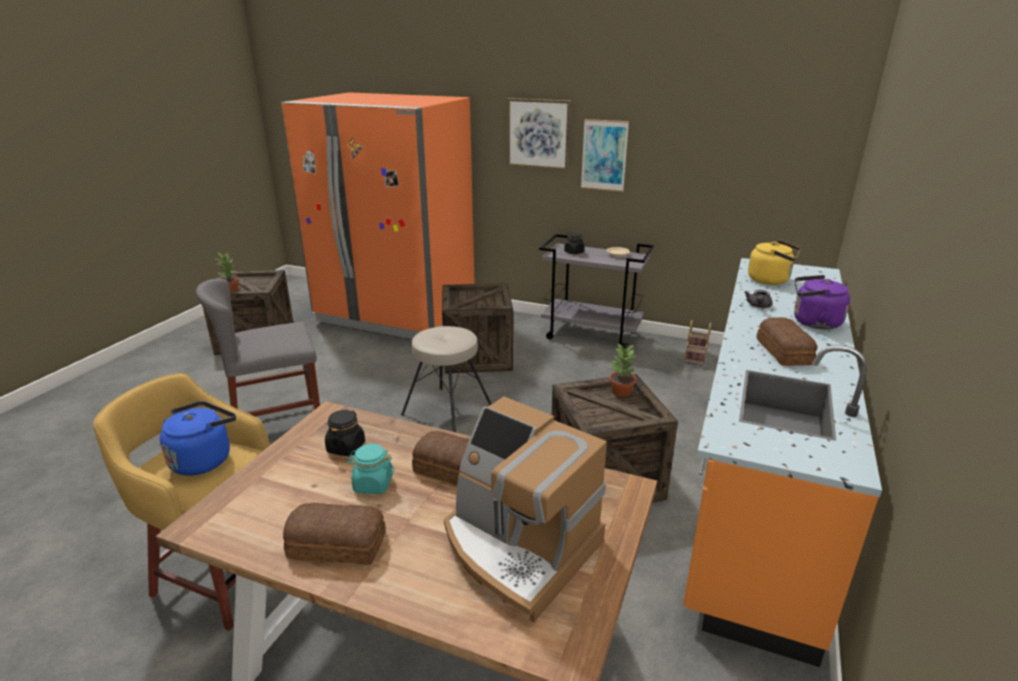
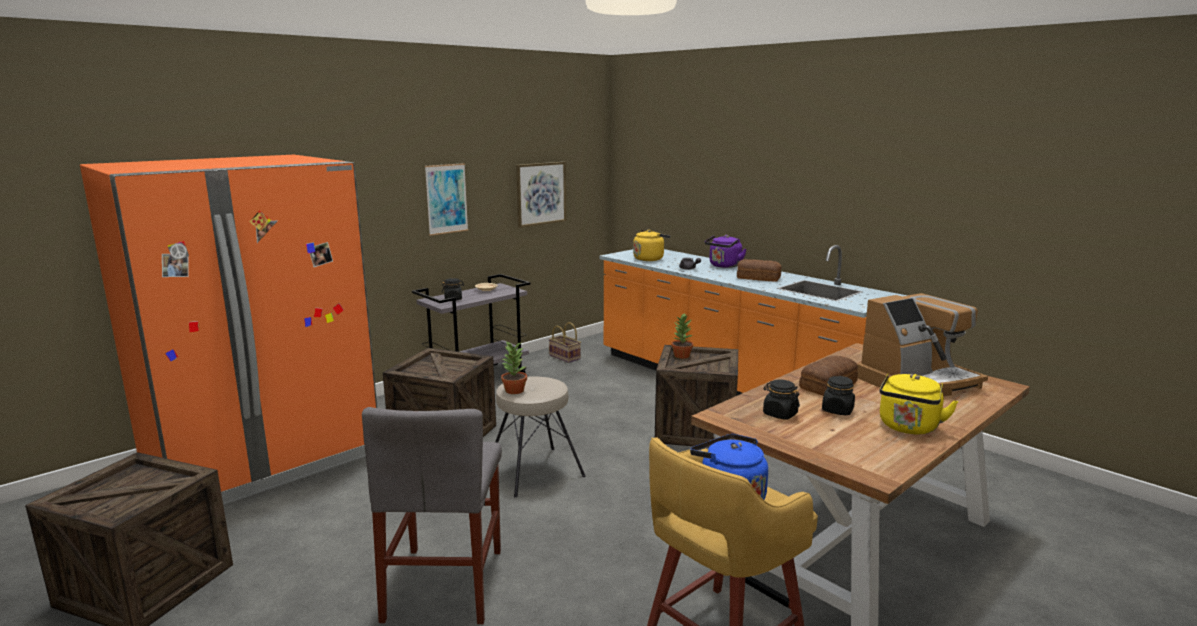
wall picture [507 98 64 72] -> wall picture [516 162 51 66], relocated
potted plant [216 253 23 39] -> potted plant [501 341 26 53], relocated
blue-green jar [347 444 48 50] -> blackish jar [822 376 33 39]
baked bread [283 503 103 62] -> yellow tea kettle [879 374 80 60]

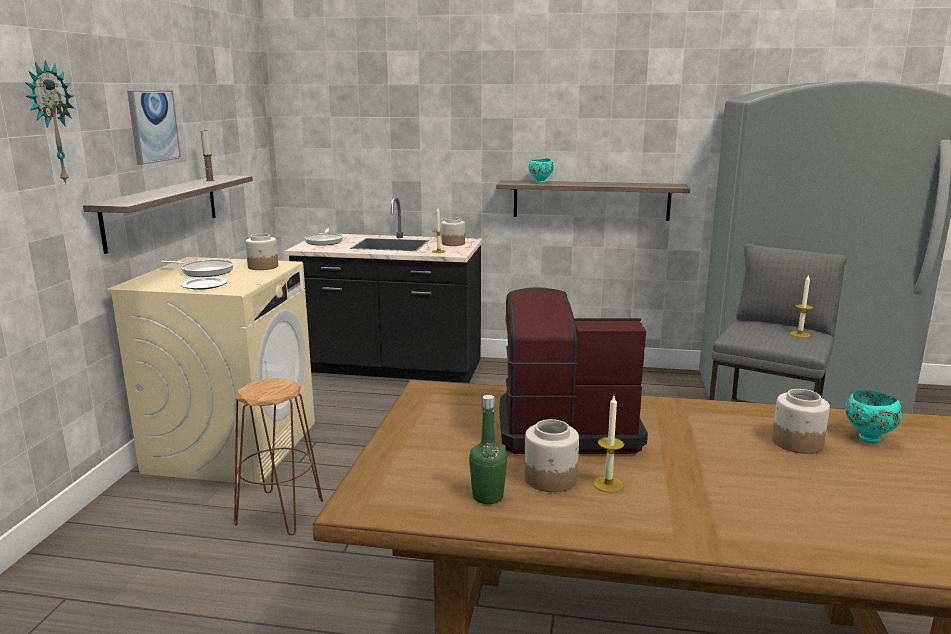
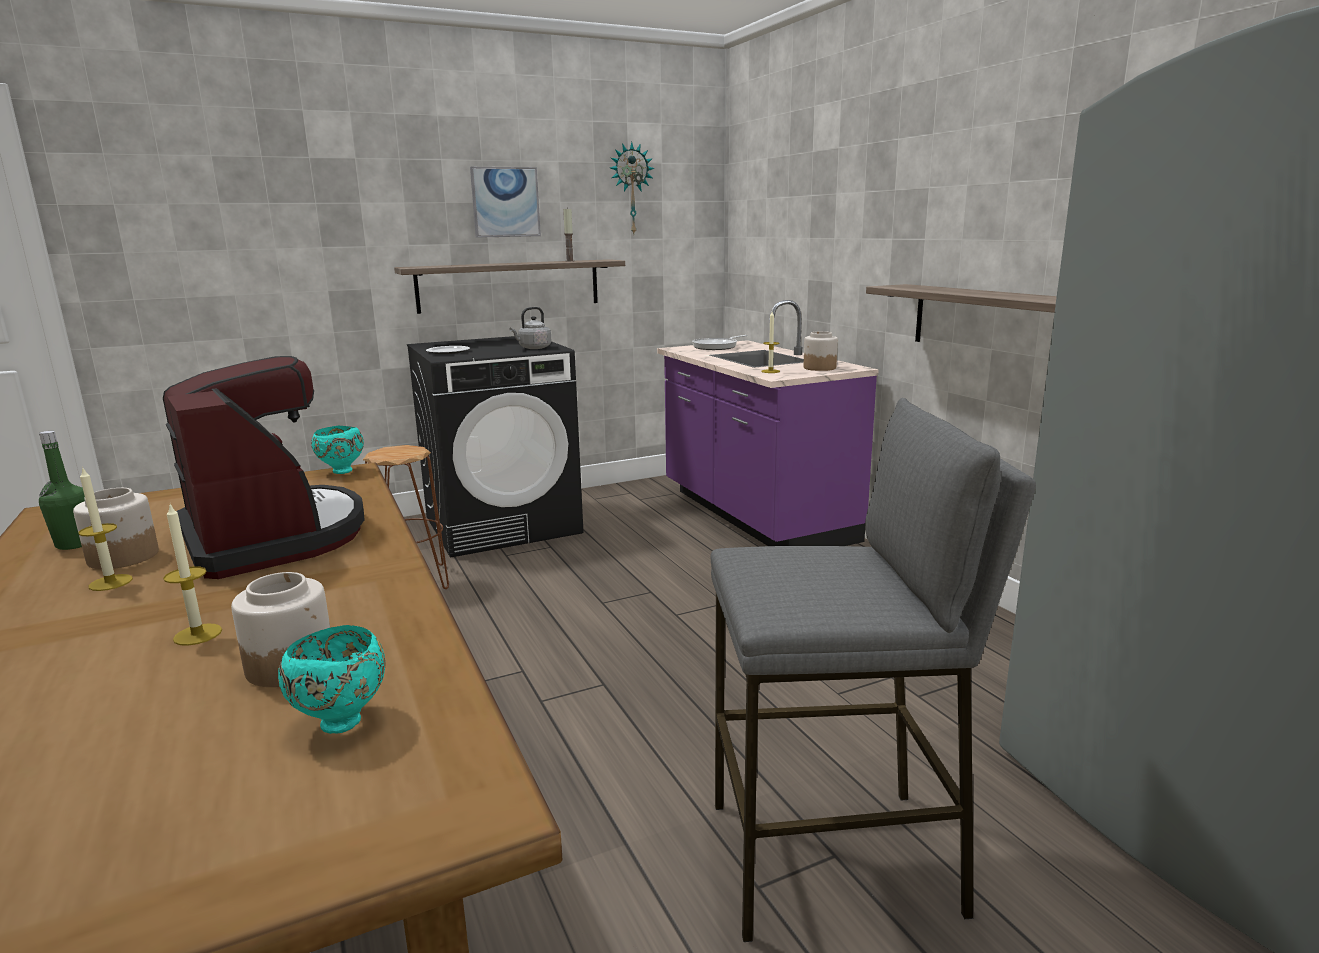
hanging clock [25 60 50 125] -> hanging clock [610 142 45 92], relocated
blue-green deep dish [529 158 25 25] -> blue-green deep dish [311 425 53 49], relocated
blackish kitchen base unit [285 197 198 186] -> purple-coloured kitchen base unit [657 300 222 246]
jar [245 233 33 37] -> gray tea kettle [510 307 42 42]
beige-coloured washing machine [106 257 209 228] -> blackish washing machine [407 336 176 222]
pan [161 260 73 17] -> none
wax light [790 274 23 64] -> wax light [163 504 59 142], relocated

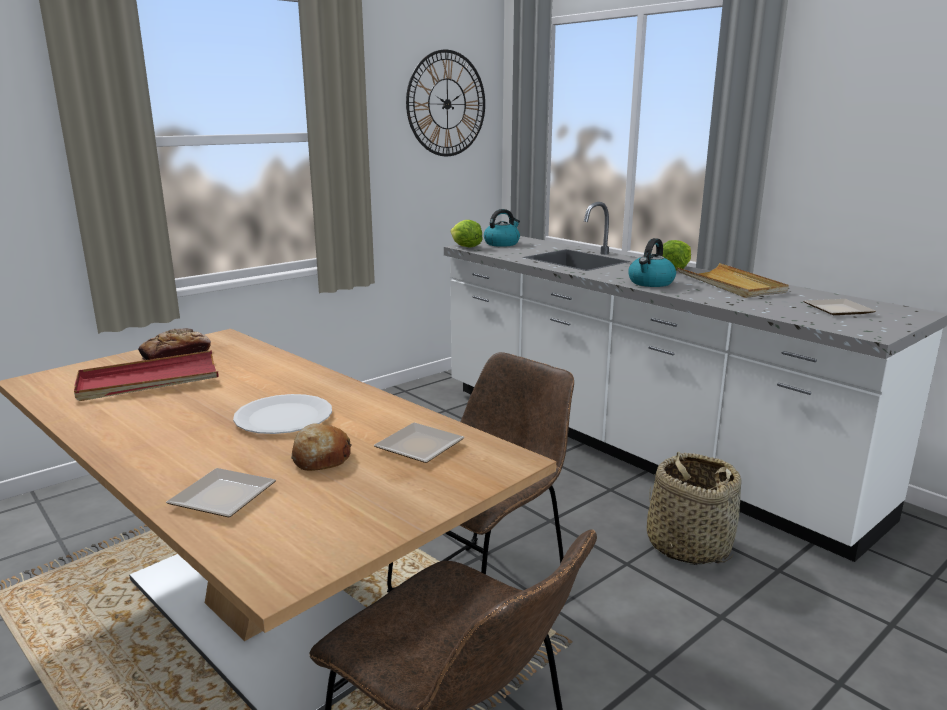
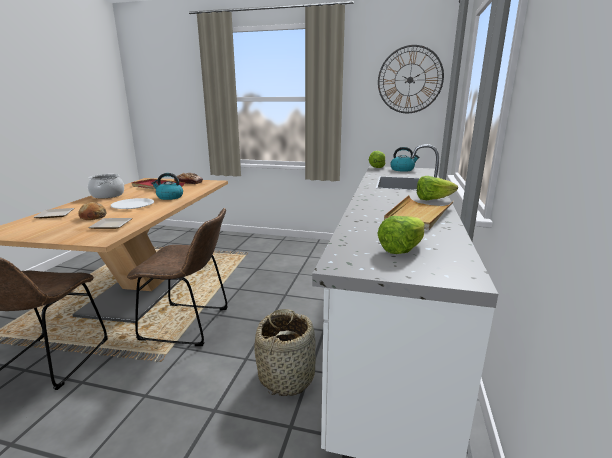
tea kettle [628 238 48 49] -> tea kettle [151 173 32 27], relocated
dinner plate [804 299 72 16] -> lettuce [377 216 47 38]
none -> stockpot [88 174 36 24]

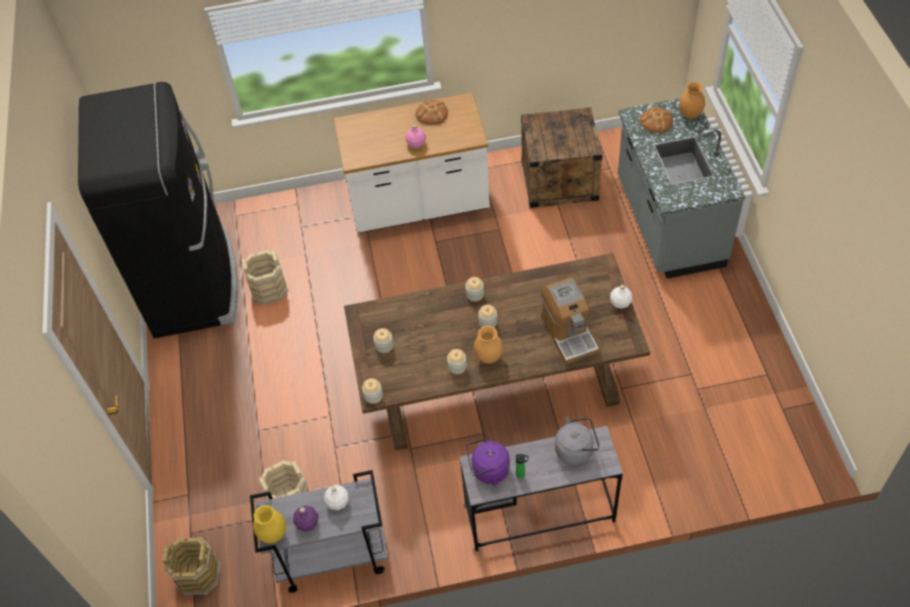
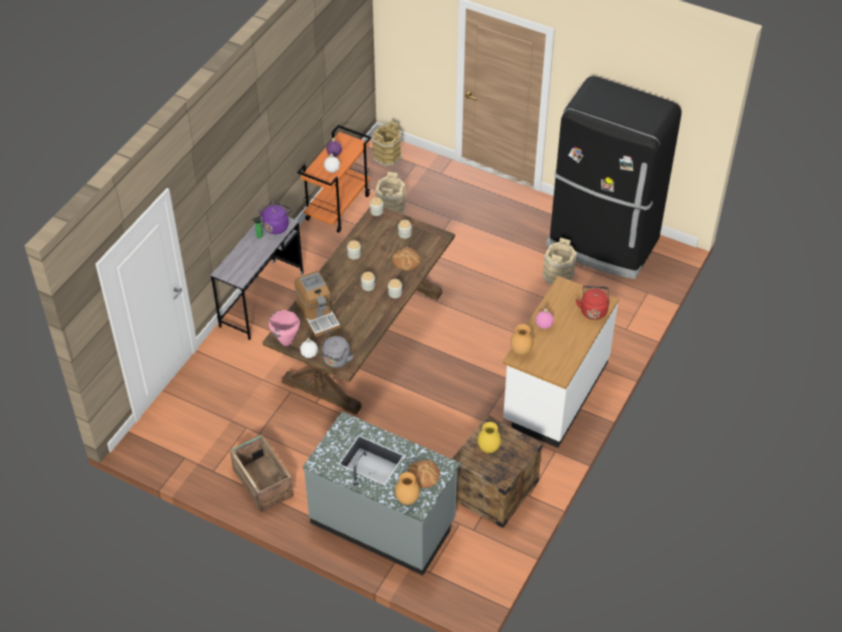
baked bread [415 100 33 24] -> baked bread [392 246 29 25], relocated
coffee maker [541 277 58 87] -> coffee maker [294 271 47 66], 135 degrees counterclockwise
brown-coloured flower vase [474 326 29 38] -> brown-coloured flower vase [510 324 23 32], relocated
gray tea kettle [555 417 45 49] -> gray tea kettle [317 336 37 32], relocated
gray wheeled cart [250 470 138 123] -> orange-coloured wheeled cart [297 125 74 108]
yellow flower vase [253 505 33 38] -> yellow flower vase [478 422 23 31], relocated
none -> reddish tea kettle [575 286 34 34]
none -> pink stockpot [269 310 31 36]
none -> crate [230 435 64 77]

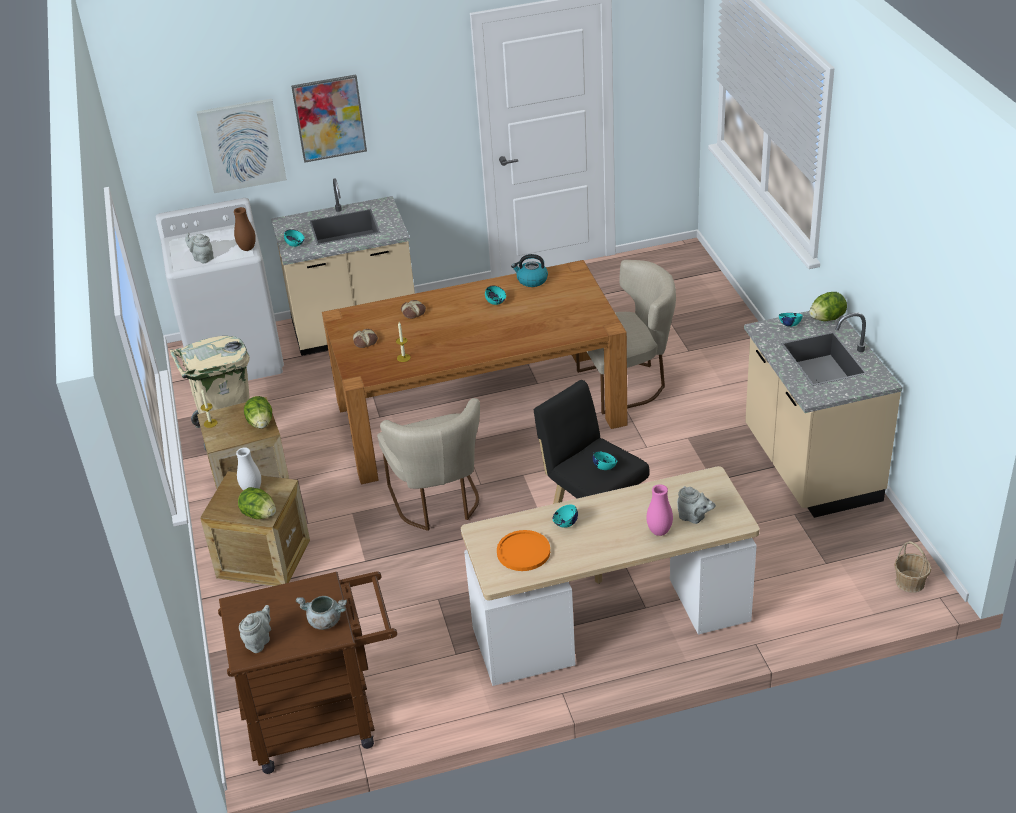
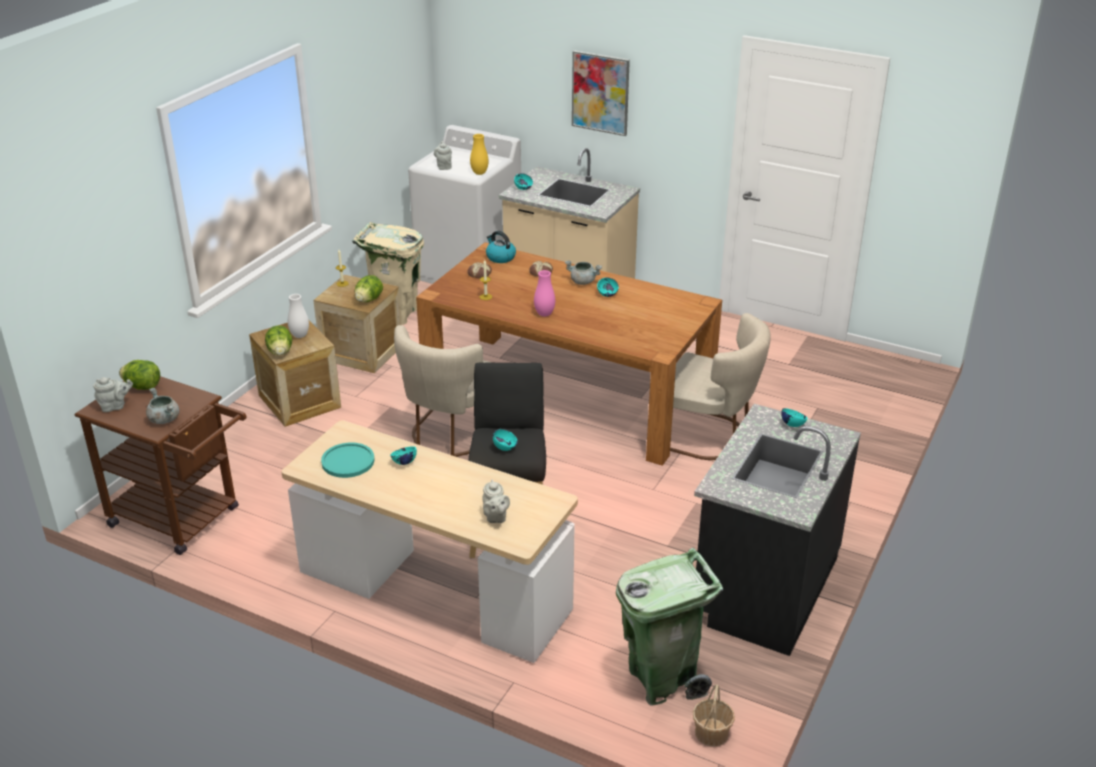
wall picture [196 99 91 94] -> none
brown-coloured flower vase [234 207 22 44] -> yellow flower vase [470 134 19 41]
tea kettle [511 254 37 33] -> tea kettle [486 231 30 32], relocated
lettuce [809 292 38 29] -> lettuce [119 360 41 30], relocated
beige-coloured kitchen base unit [744 311 158 207] -> blackish kitchen base unit [694 404 167 252]
pink flower vase [646 484 27 52] -> pink flower vase [534 270 21 47], relocated
orange-coloured dinner plate [497 530 53 41] -> blue-green dinner plate [321 442 54 36]
none -> gray stockpot [565 260 37 25]
none -> greenish rubbish bin [616 548 107 158]

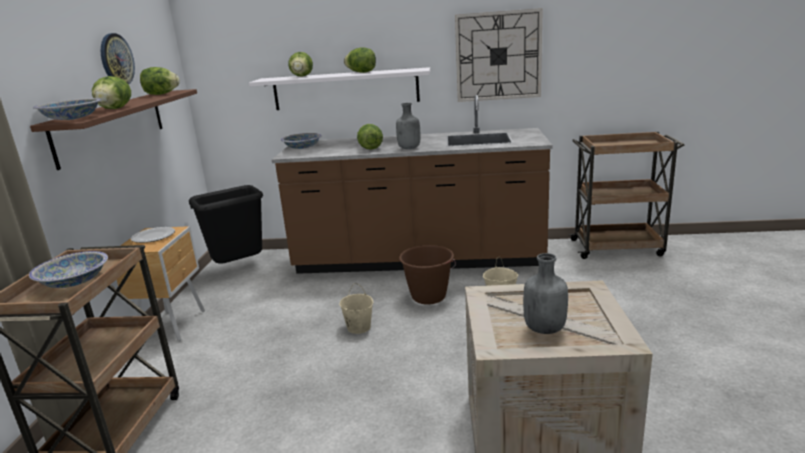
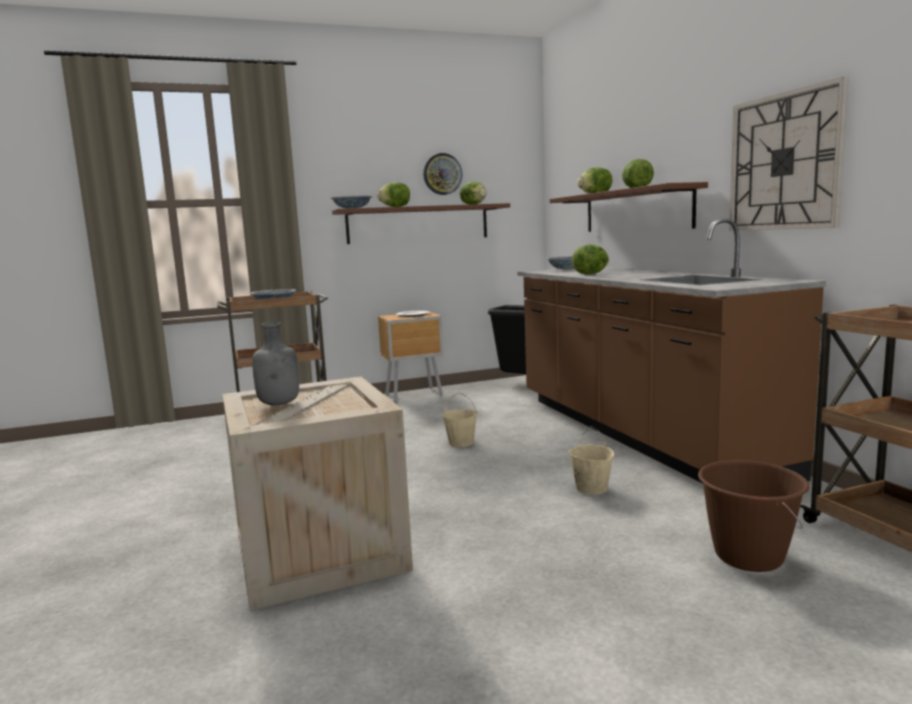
white-coloured bracket shelf [249 67 181 43] -> brown-coloured bracket shelf [550 182 158 50]
gray bottle [396 103 24 46] -> none
brown-coloured water bucket [399 245 57 59] -> brown-coloured water bucket [698 460 112 112], relocated

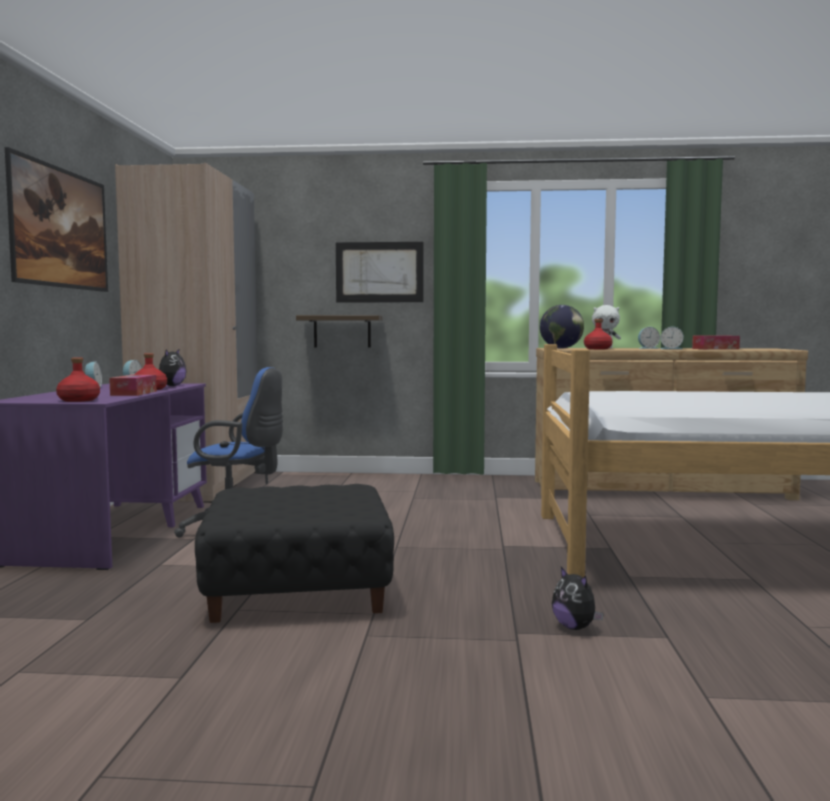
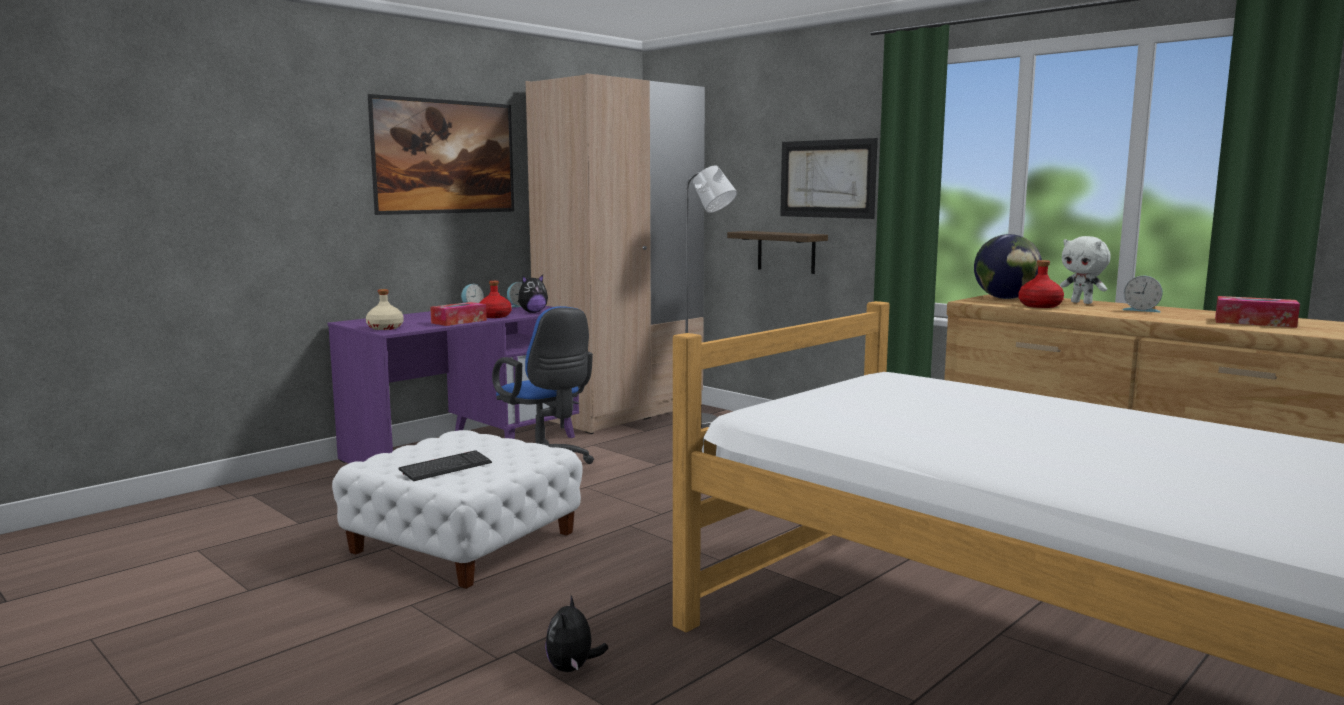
alarm clock [660 327 24 22] -> none
reddish bottle [56 357 44 45] -> beige-coloured bottle [366 289 38 41]
blackish footrest [195 484 199 139] -> white-coloured footrest [332 430 251 159]
none -> gray floor lamp [685 165 52 263]
none -> PC keyboard [399 450 93 31]

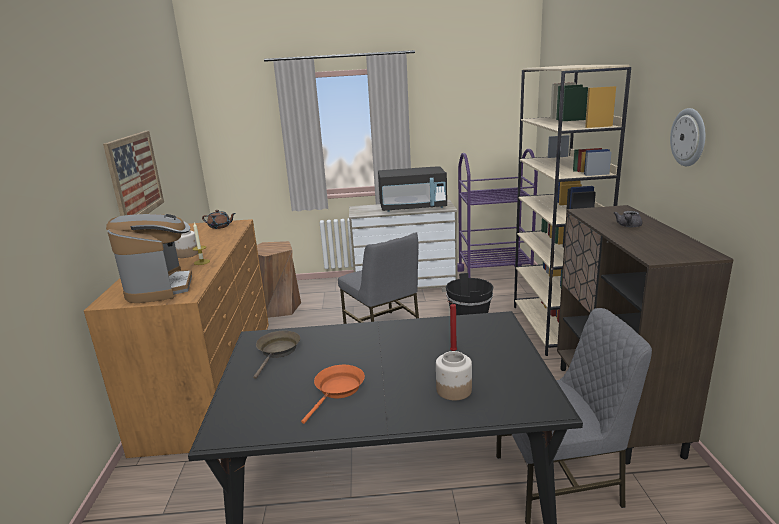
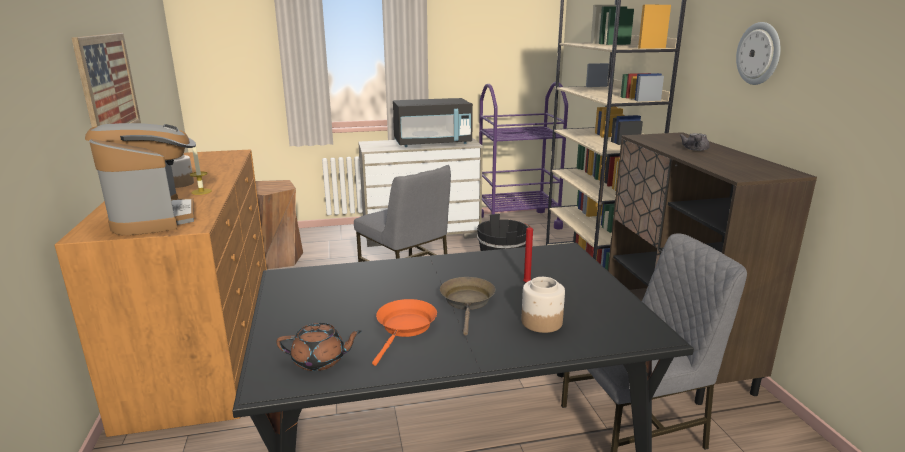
brown-coloured tea pot [202 210 34 19] -> brown-coloured tea pot [276 323 86 48], relocated
brown-coloured pan [253 331 47 48] -> brown-coloured pan [440 277 55 59], relocated

